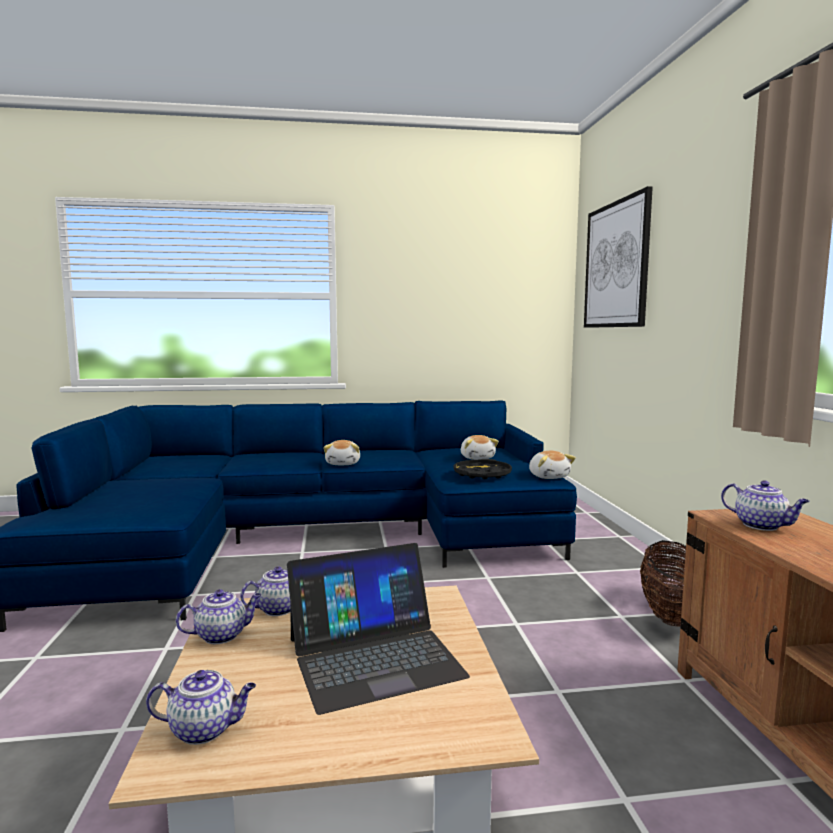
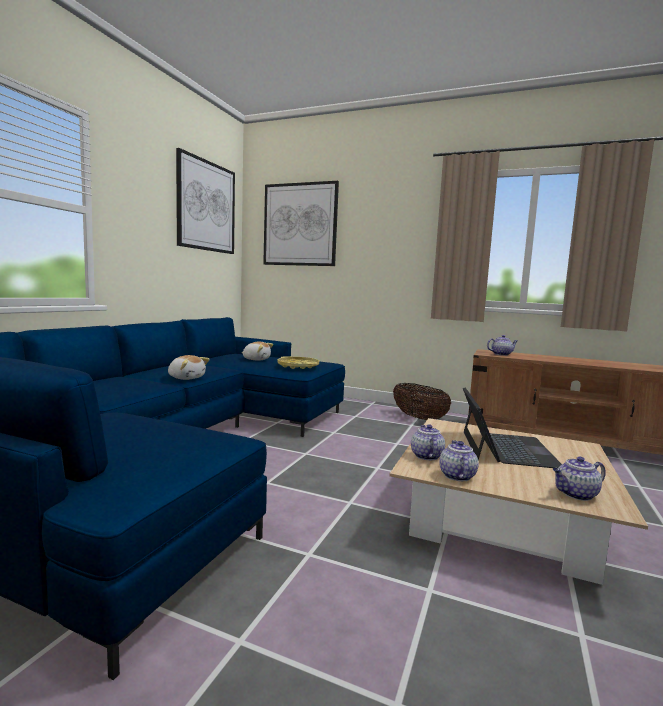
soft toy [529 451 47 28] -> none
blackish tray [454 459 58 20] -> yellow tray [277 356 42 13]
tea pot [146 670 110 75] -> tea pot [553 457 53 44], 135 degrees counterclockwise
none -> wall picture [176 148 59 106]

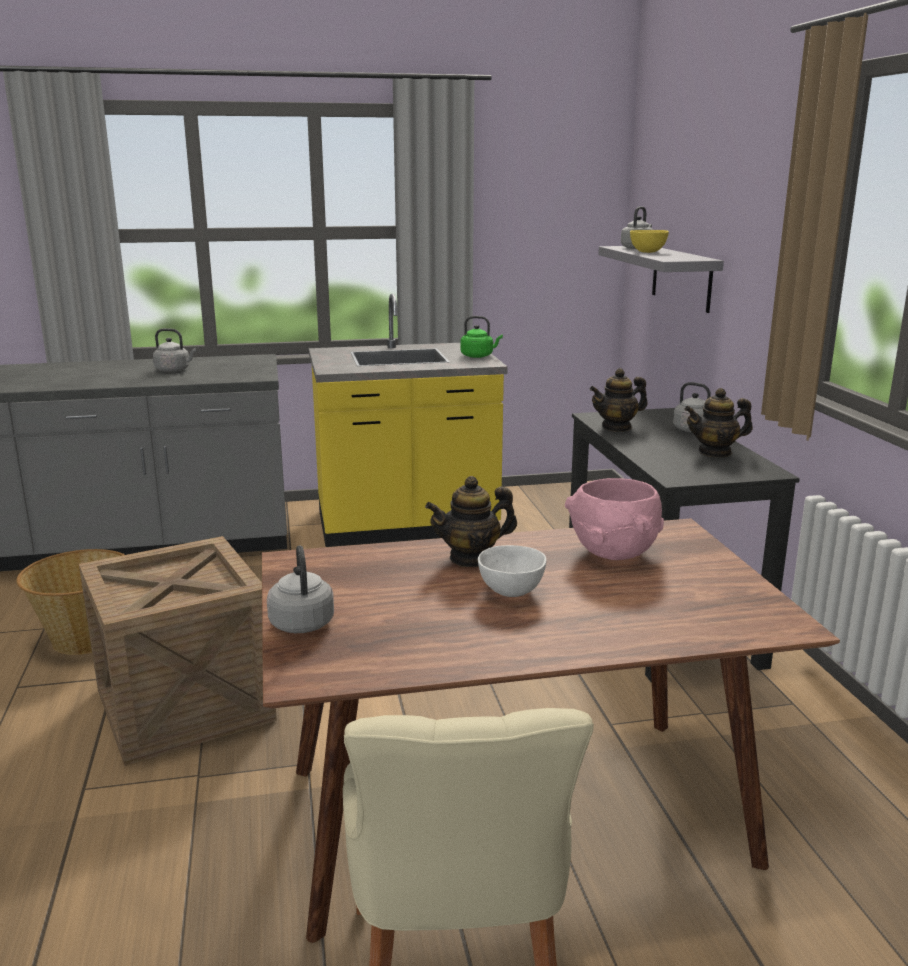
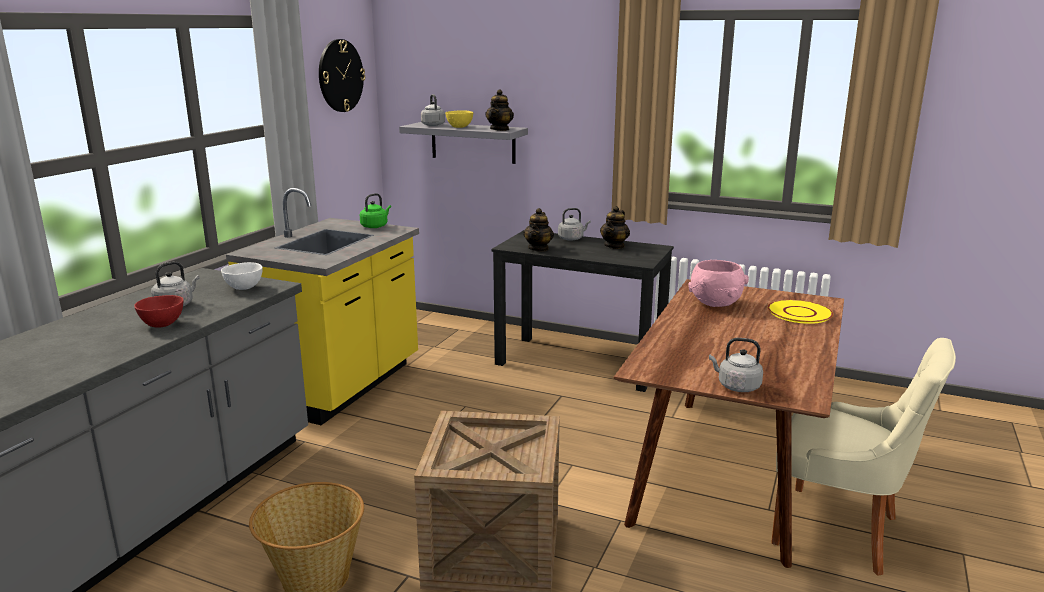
tea pot [425 476 92 91] -> tea pot [485 89 29 42], relocated
white-coloured deep dish [478 545 69 52] -> white-coloured deep dish [221 262 42 28], relocated
none -> hanging clock [319 39 46 73]
none -> reddish deep dish [134 295 49 33]
none -> yellow dinner plate [767 300 66 24]

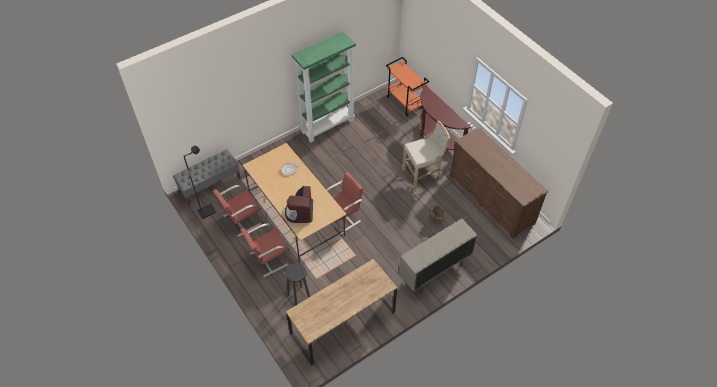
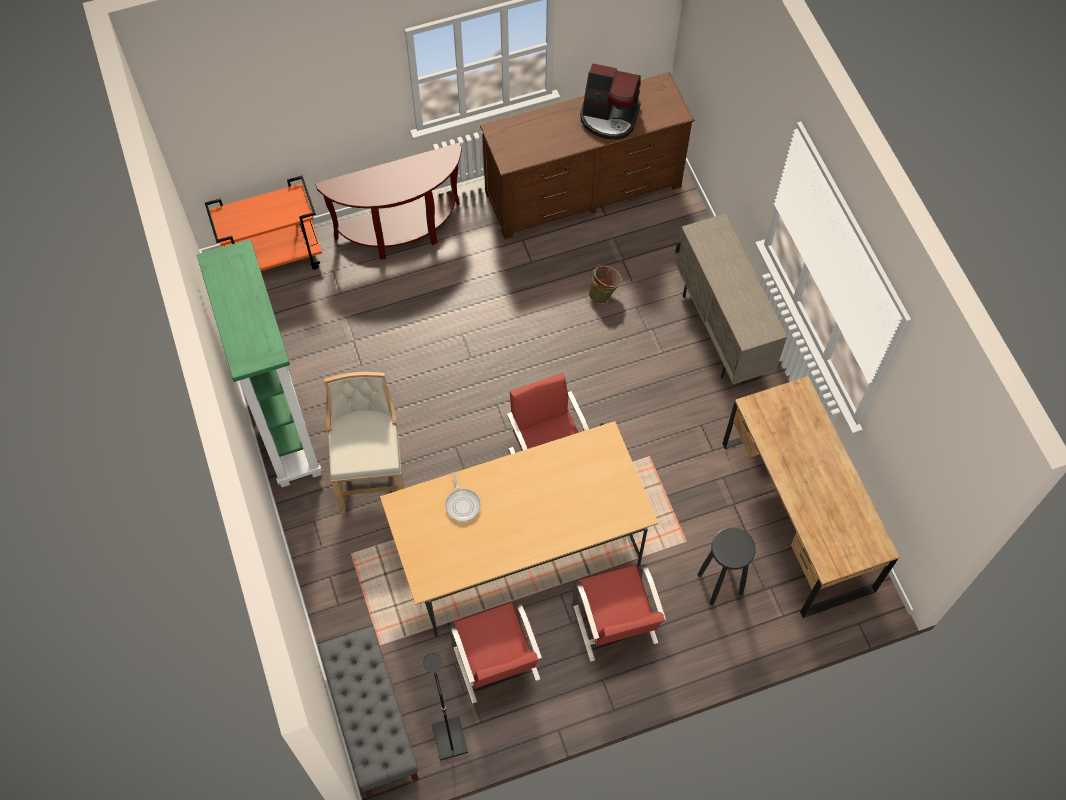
beige-coloured stool [402 120 48 72] -> beige-coloured stool [324 372 81 142], relocated
coffee maker [285 186 28 37] -> coffee maker [580 63 61 77], relocated

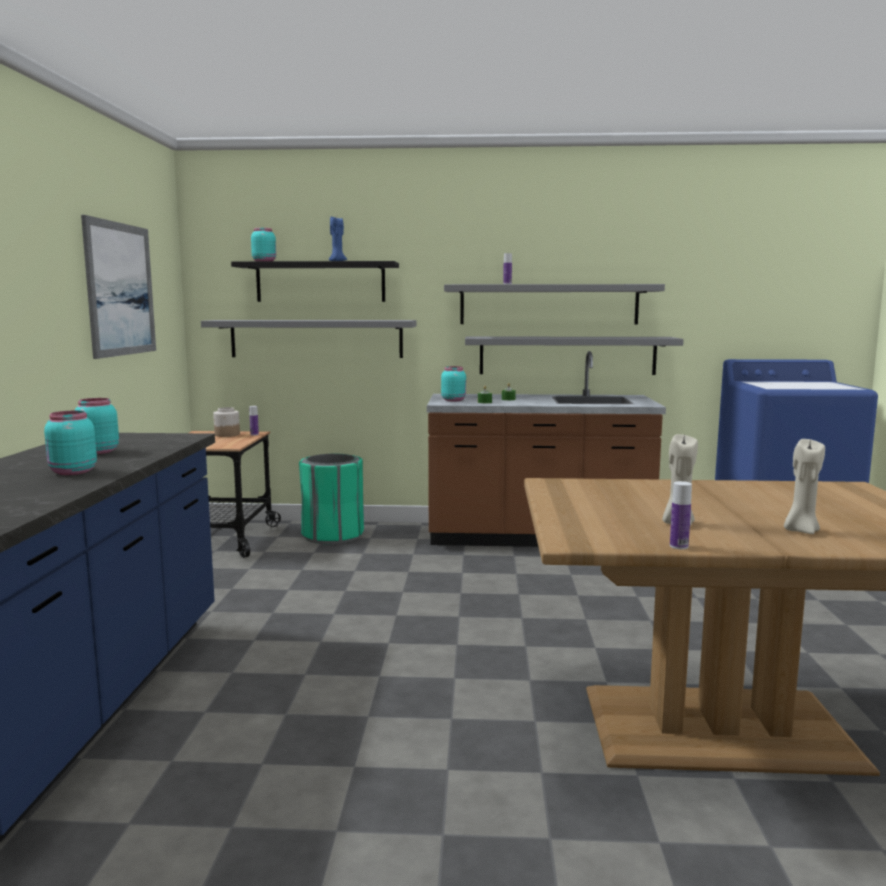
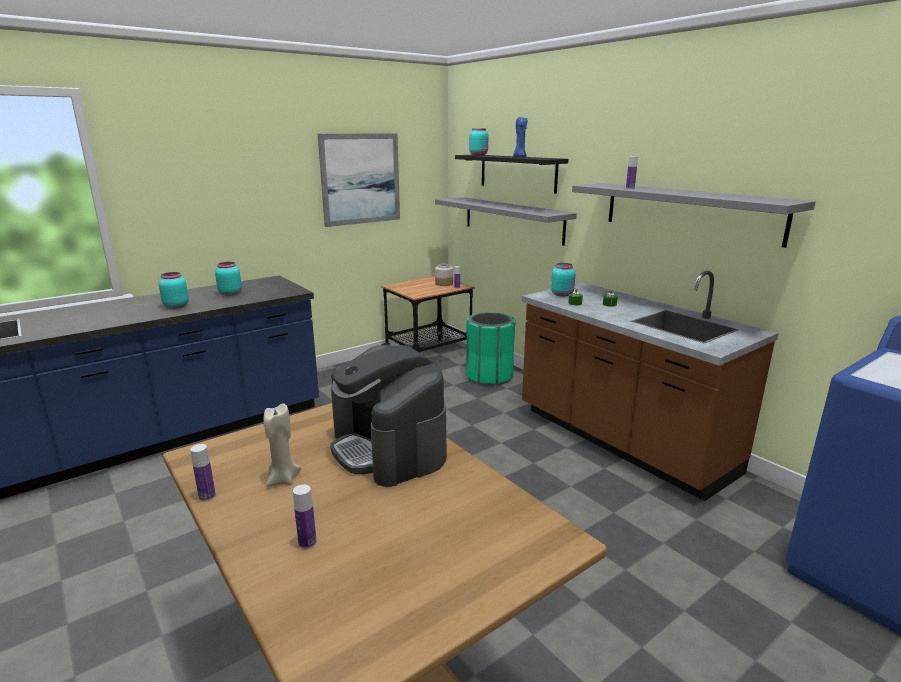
gray bracket shelf [465 336 219 39] -> none
beige-coloured wax light [784 438 41 96] -> bottle [293 484 24 65]
none -> coffee maker [330 345 117 142]

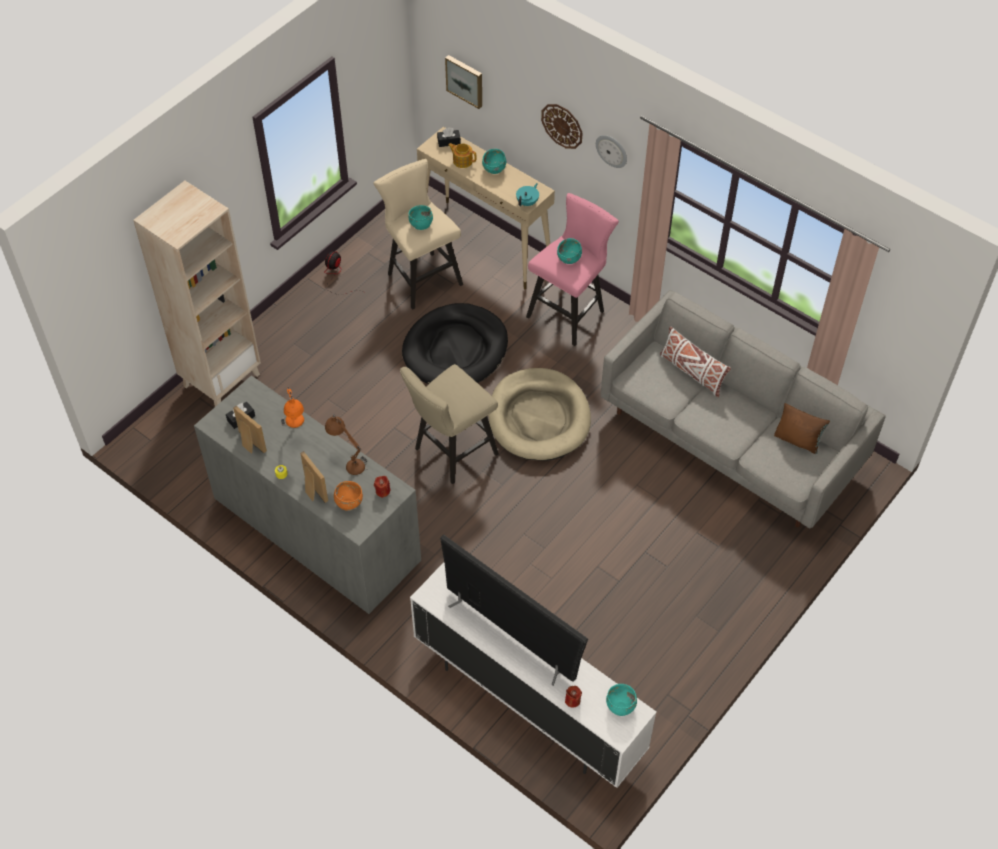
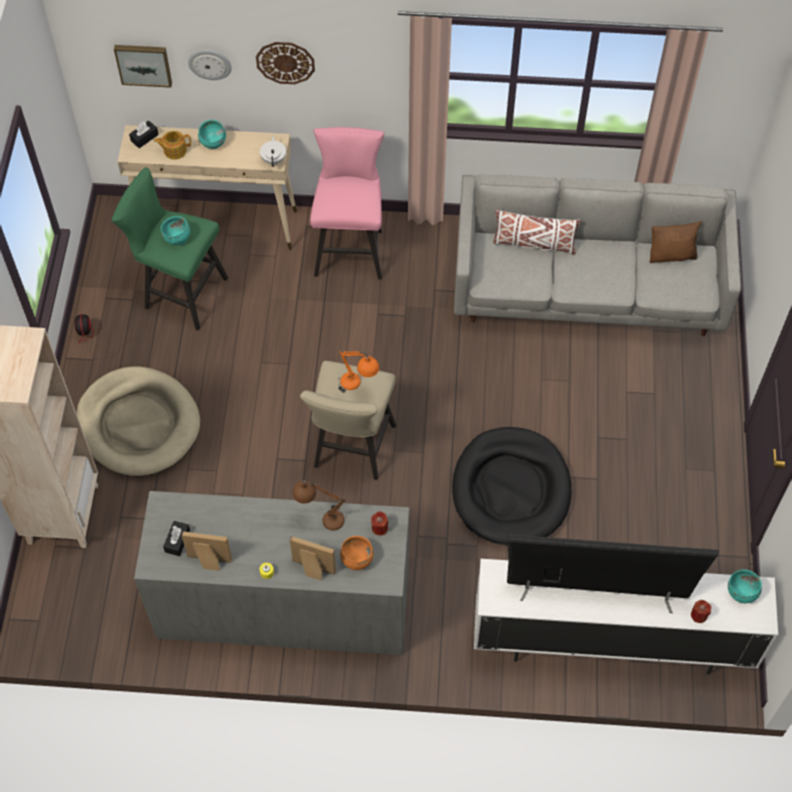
hanging clock [596 135 31 33] -> hanging clock [188 50 44 30], relocated
beige-coloured stool [374 159 89 151] -> greenish stool [112 167 116 164]
blue-green tea pot [516 183 23 23] -> white-coloured tea pot [260 135 26 32]
blue-green deep dish [557 238 25 26] -> none
blackish dog bed [402 303 106 81] -> blackish dog bed [452 427 120 119], relocated
beige-coloured dog bed [488 368 103 93] -> beige-coloured dog bed [77 366 123 111], relocated
orange-coloured table lamp [281 387 23 41] -> orange-coloured table lamp [338 350 41 43], relocated

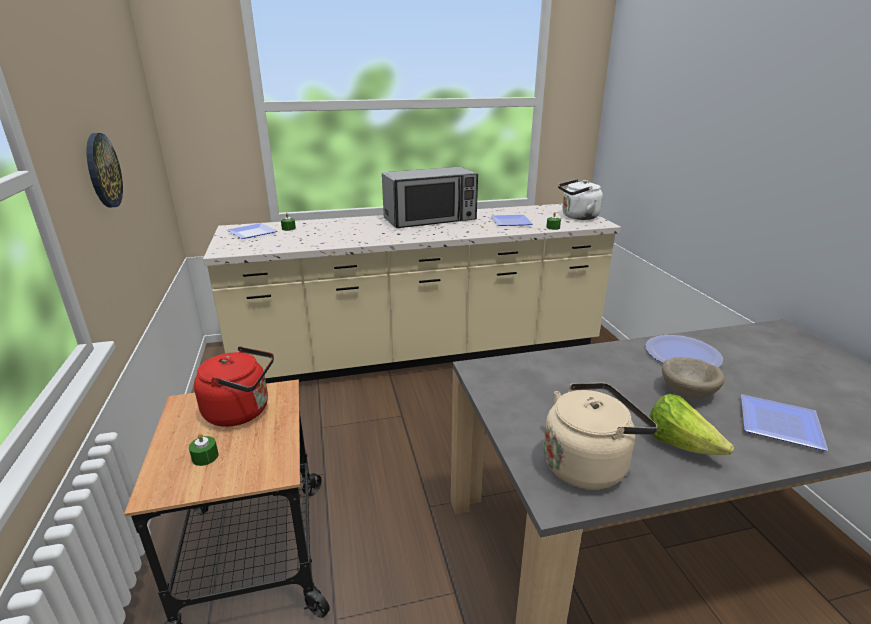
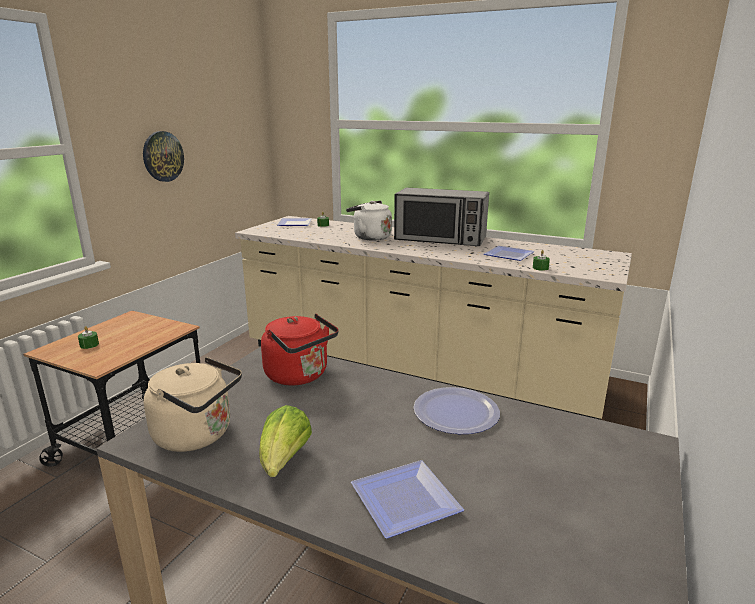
white-coloured tea kettle [558 179 45 41] -> white-coloured tea kettle [346 201 46 40], relocated
reddish tea kettle [194 346 80 81] -> reddish tea kettle [261 314 77 71], relocated
beige-coloured deep dish [662 357 63 42] -> none

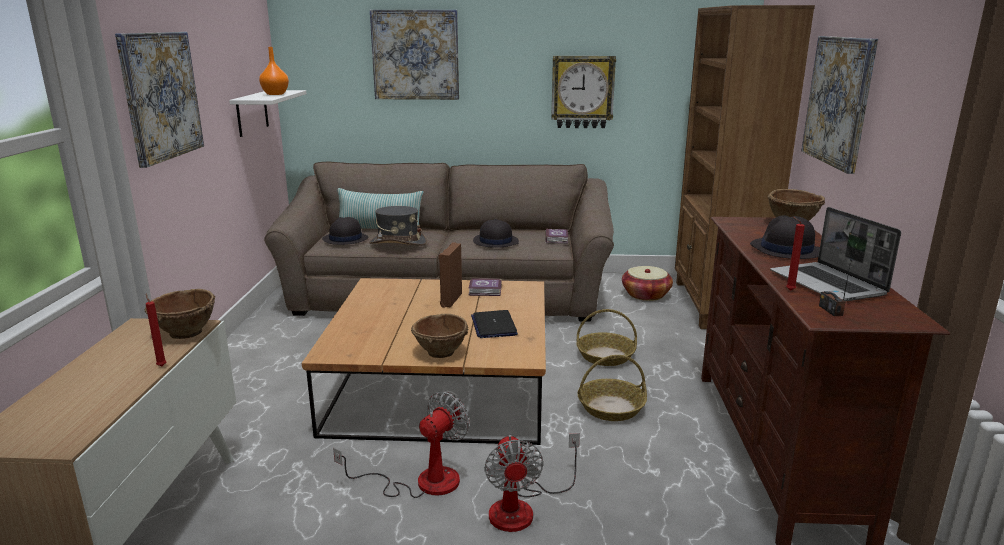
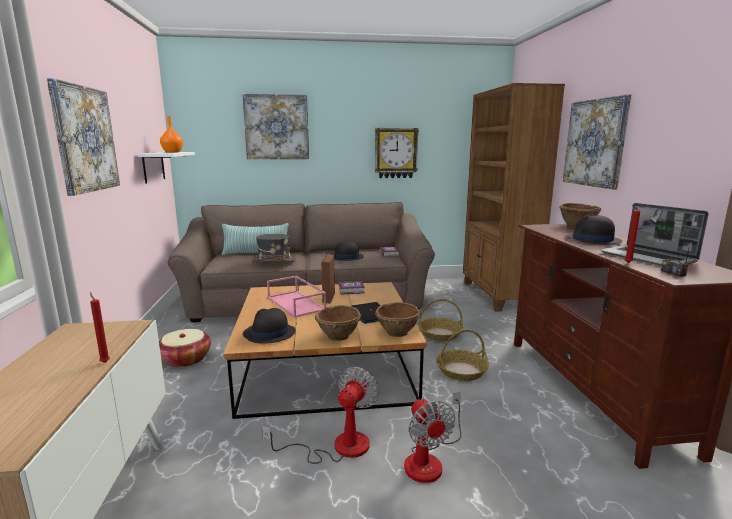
blackish wearable hat [322 217 46 28] -> blackish wearable hat [243 308 53 36], relocated
household basket [622 266 51 35] -> household basket [159 329 52 39], relocated
brown-coloured deep dish [145 289 70 50] -> brown-coloured deep dish [375 302 46 35], relocated
none -> pink tray [267 276 59 42]

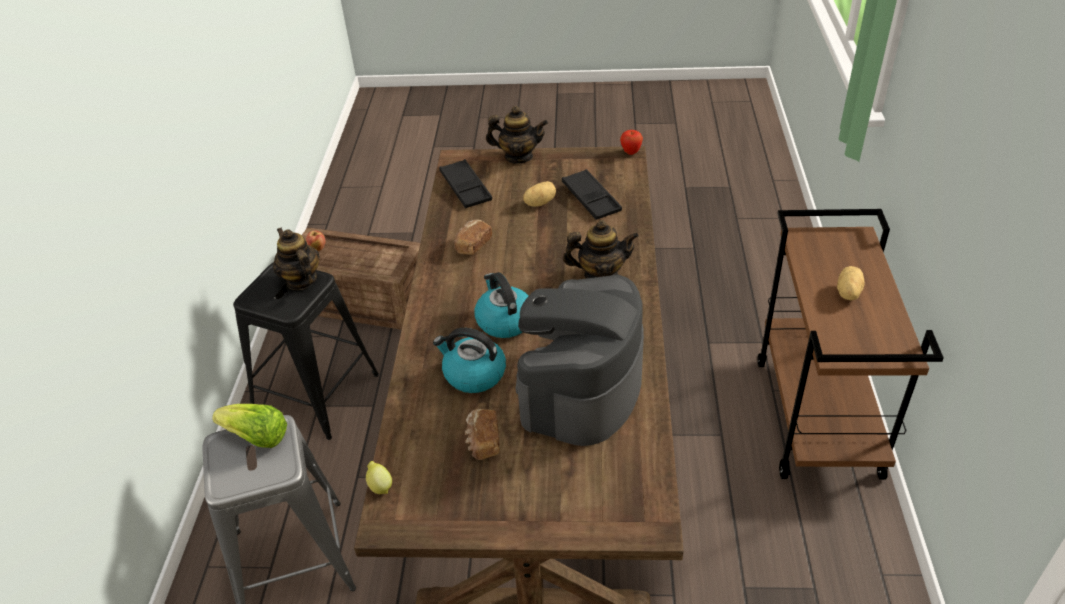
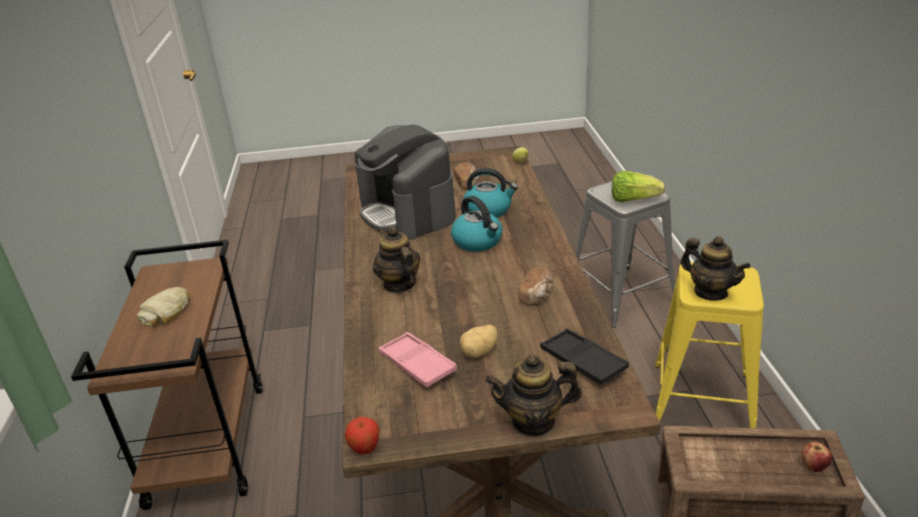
blackish tray [562 169 60 51] -> pink tray [378 332 79 55]
tea pot [563 220 76 59] -> tea pot [373 227 47 66], 75 degrees clockwise
blackish stool [233 262 146 178] -> yellow stool [655 262 109 166]
whole potato [837 266 28 34] -> baked bread [137 287 52 40]
coffee maker [516 275 128 171] -> coffee maker [355 124 101 116], 135 degrees clockwise

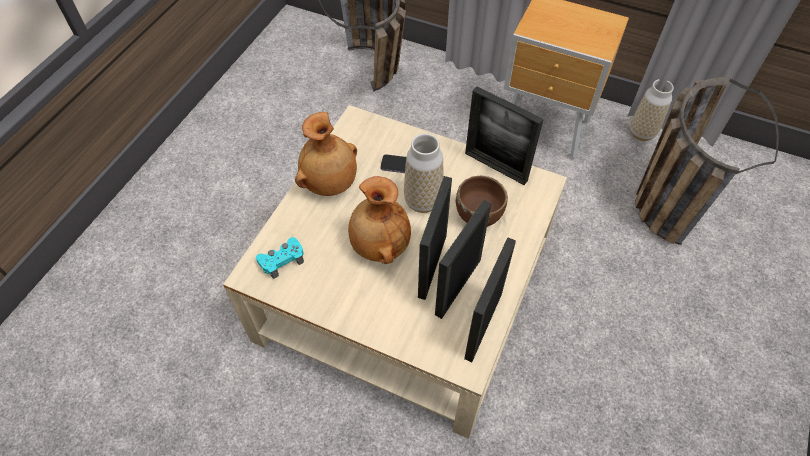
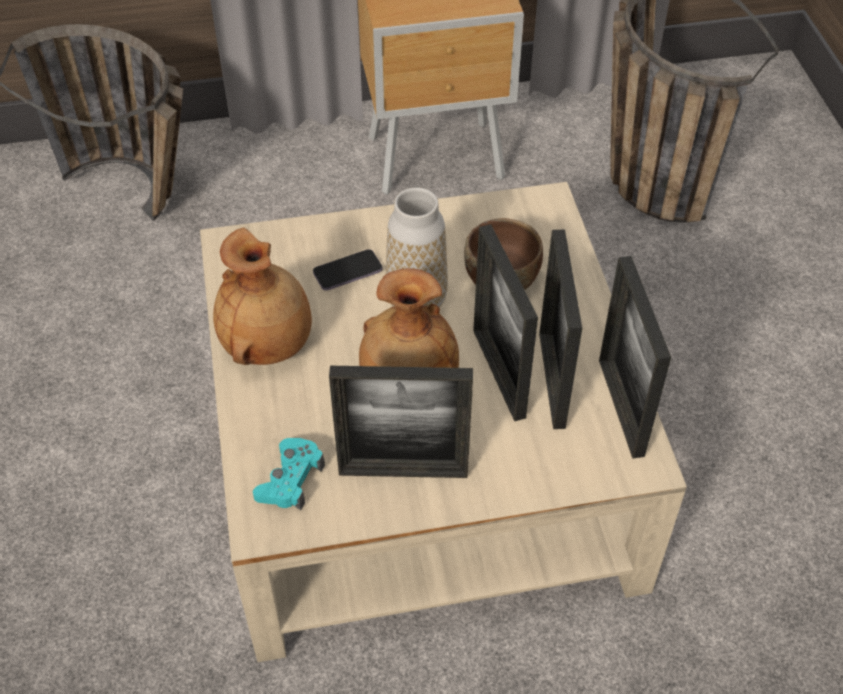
flower vase [630 79 44 62] -> none
photo frame [465 86 79 99] -> photo frame [329 366 144 112], relocated

